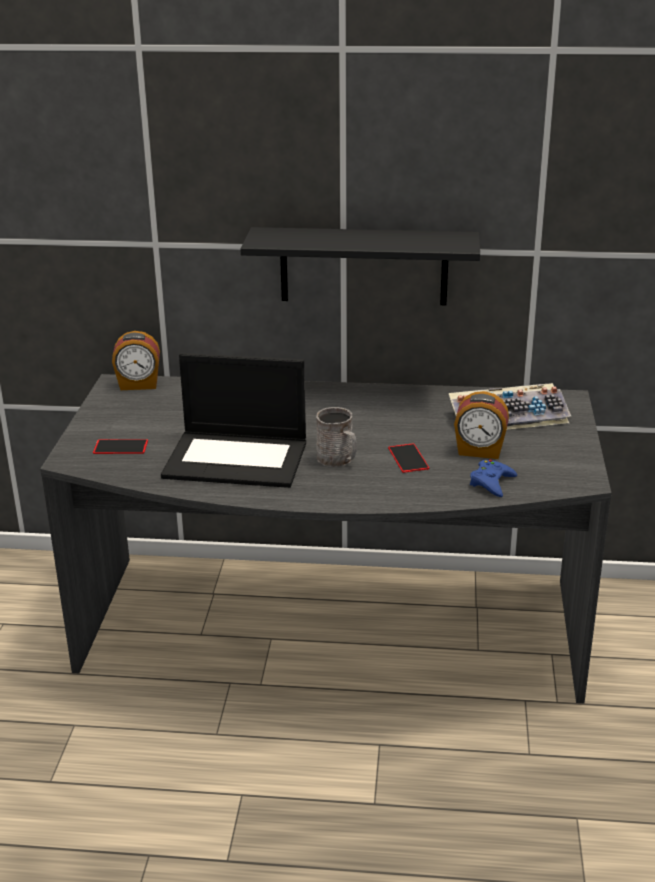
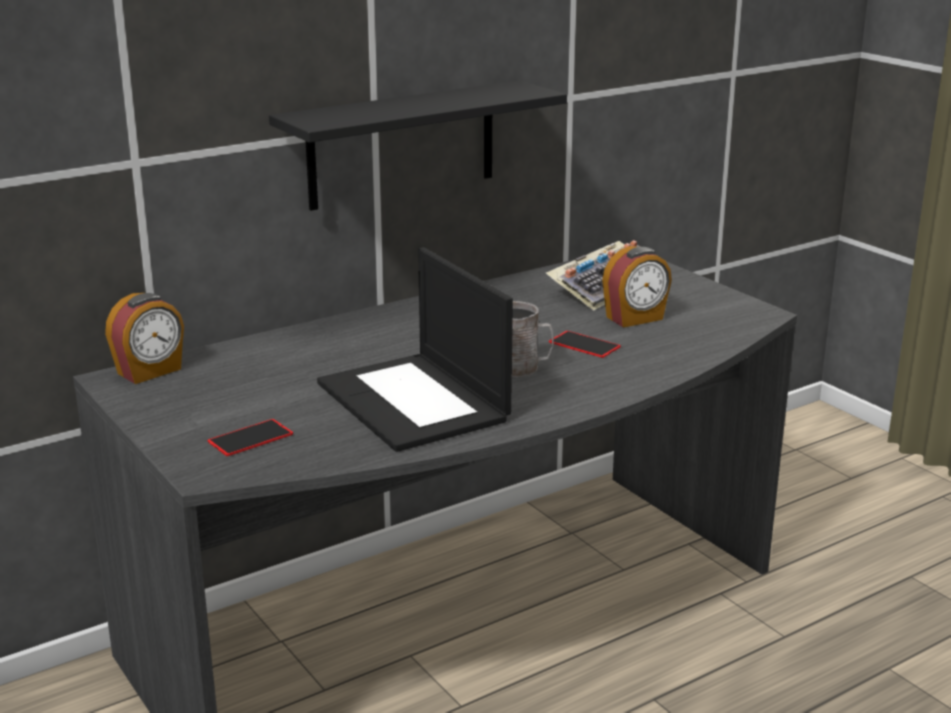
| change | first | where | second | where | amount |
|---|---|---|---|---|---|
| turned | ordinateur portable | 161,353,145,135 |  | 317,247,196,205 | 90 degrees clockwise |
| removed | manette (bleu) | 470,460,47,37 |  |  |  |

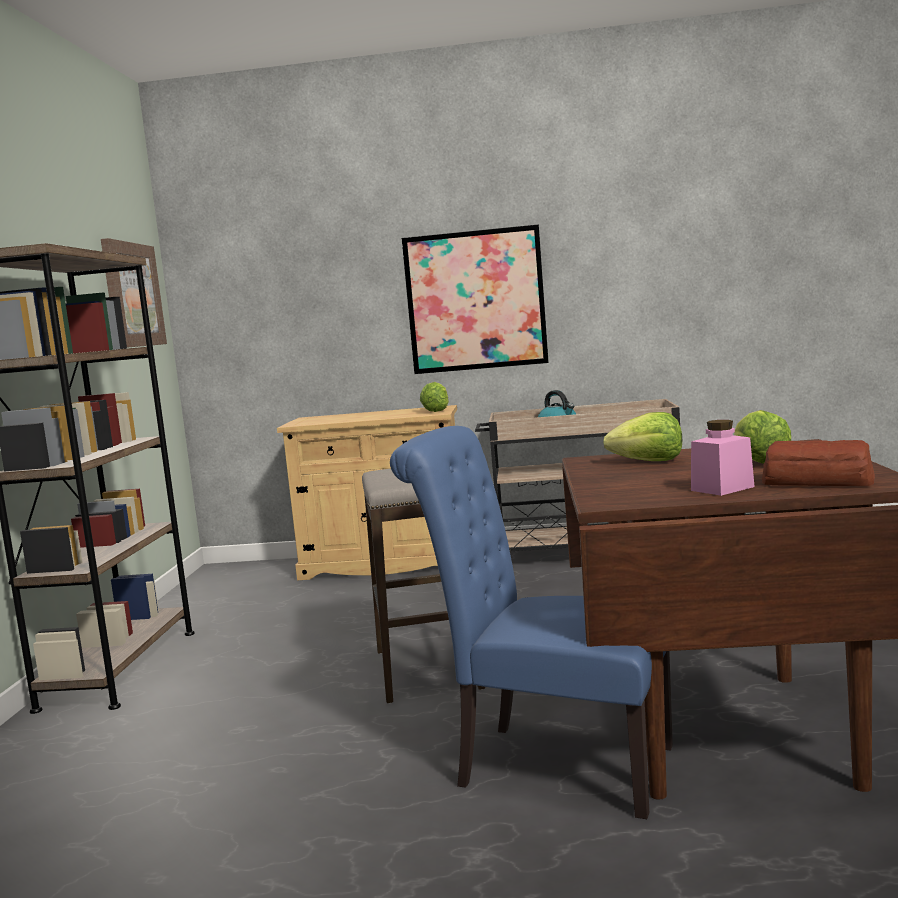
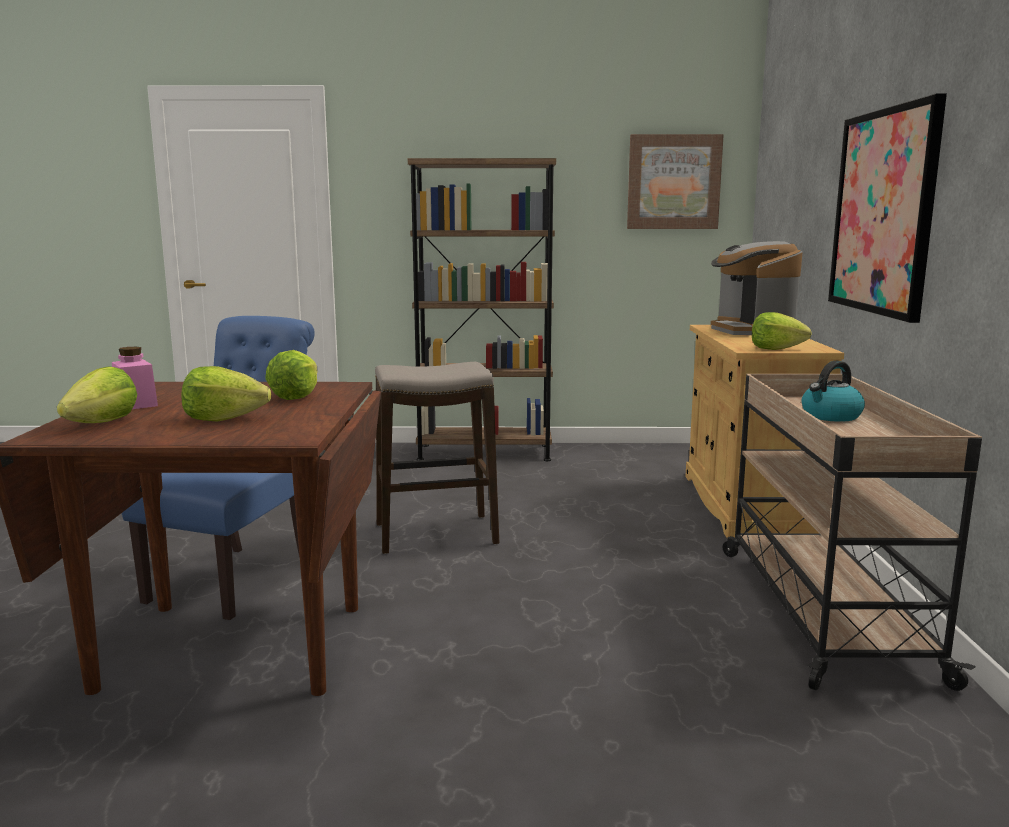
| change | first | where | second | where | amount |
|---|---|---|---|---|---|
| replaced | pain | 762,440,113,46 | laitue | 57,366,80,57 |  |
| added |  |  | machine à café | 711,241,91,94 |  |

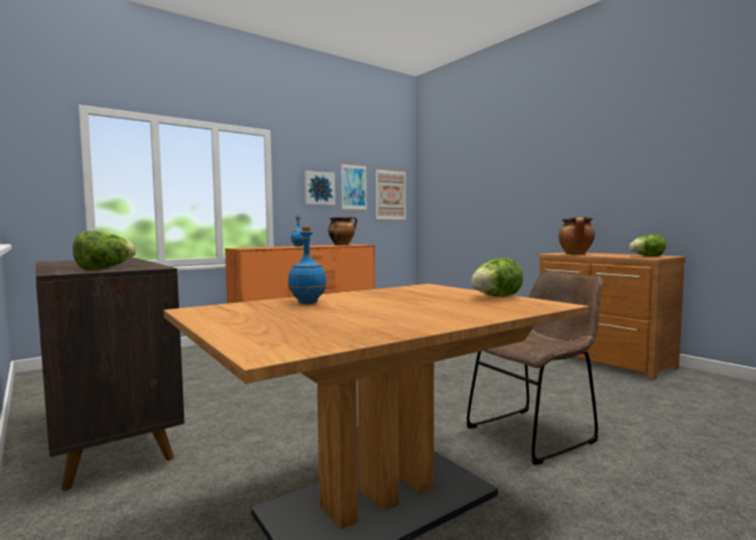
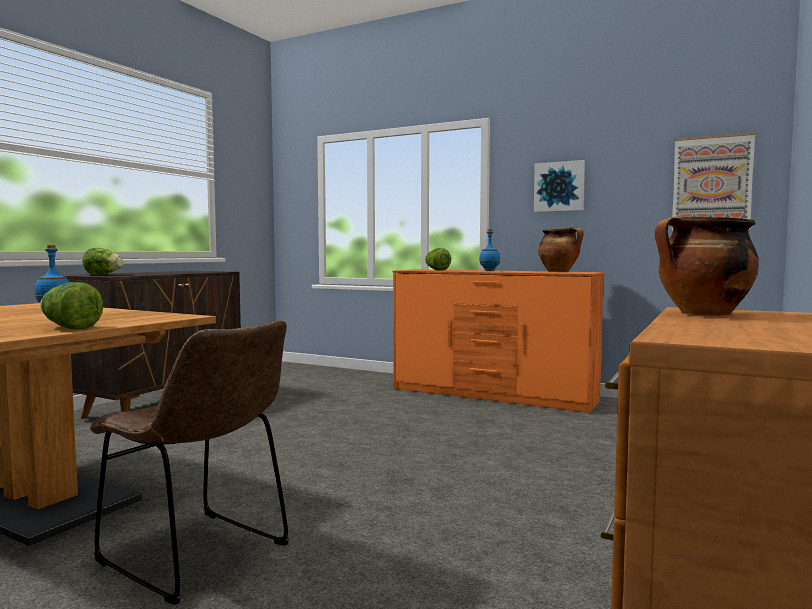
| change | first | where | second | where | amount |
|---|---|---|---|---|---|
| moved | laitue | 629,234,37,22 |  | 425,248,26,23 |  |
| removed | tableau | 341,163,26,47 |  |  |  |

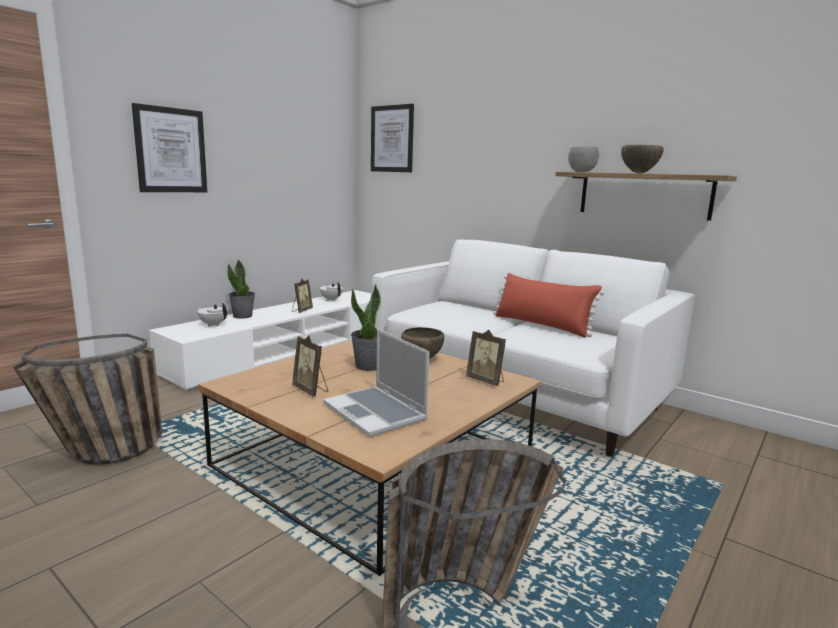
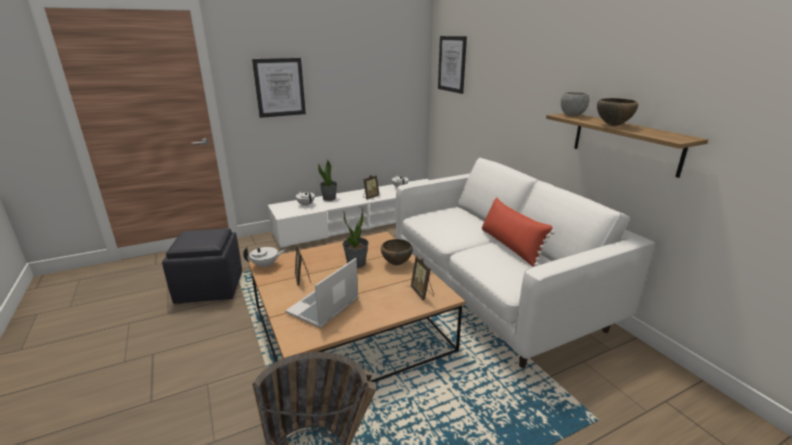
| change | first | where | second | where | amount |
|---|---|---|---|---|---|
| replaced | panier | 12,334,150,131 | pouf (noir) | 162,228,80,76 |  |
| added |  |  | théière (blanc) | 243,247,43,21 |  |
| turned | ordinateur portable | 323,329,107,108 |  | 285,258,74,70 | 45 degrees clockwise |

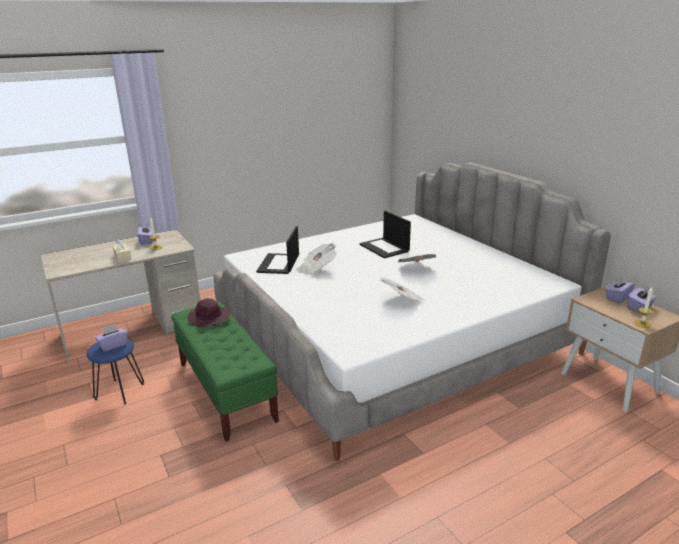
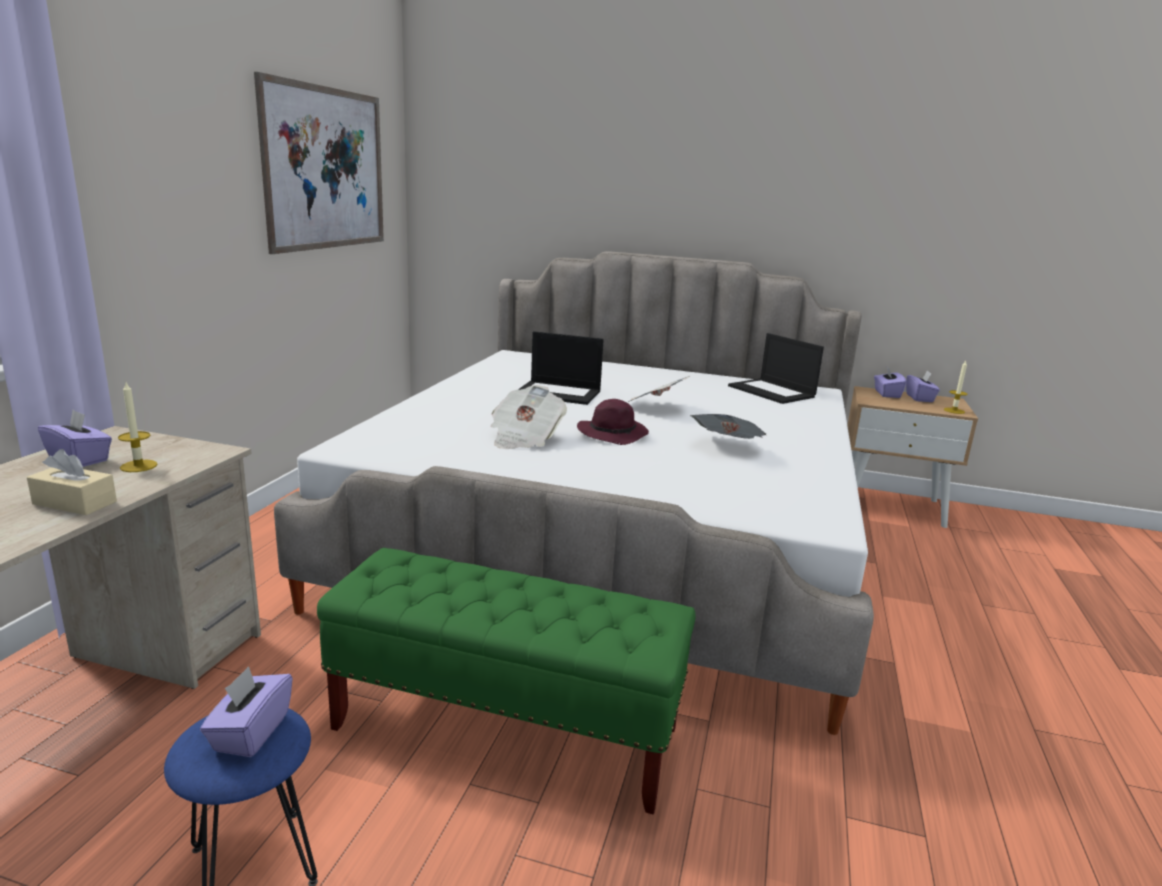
| change | first | where | second | where | amount |
|---|---|---|---|---|---|
| added |  |  | tableau | 254,72,130,182 |  |
| moved | chapeau (violet) | 188,298,42,29 |  | 577,399,72,46 |  |
| moved | ordinateur portable | 256,226,43,48 |  | 728,333,96,71 |  |

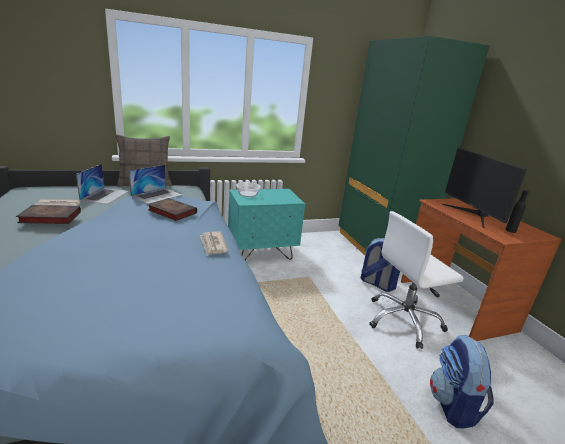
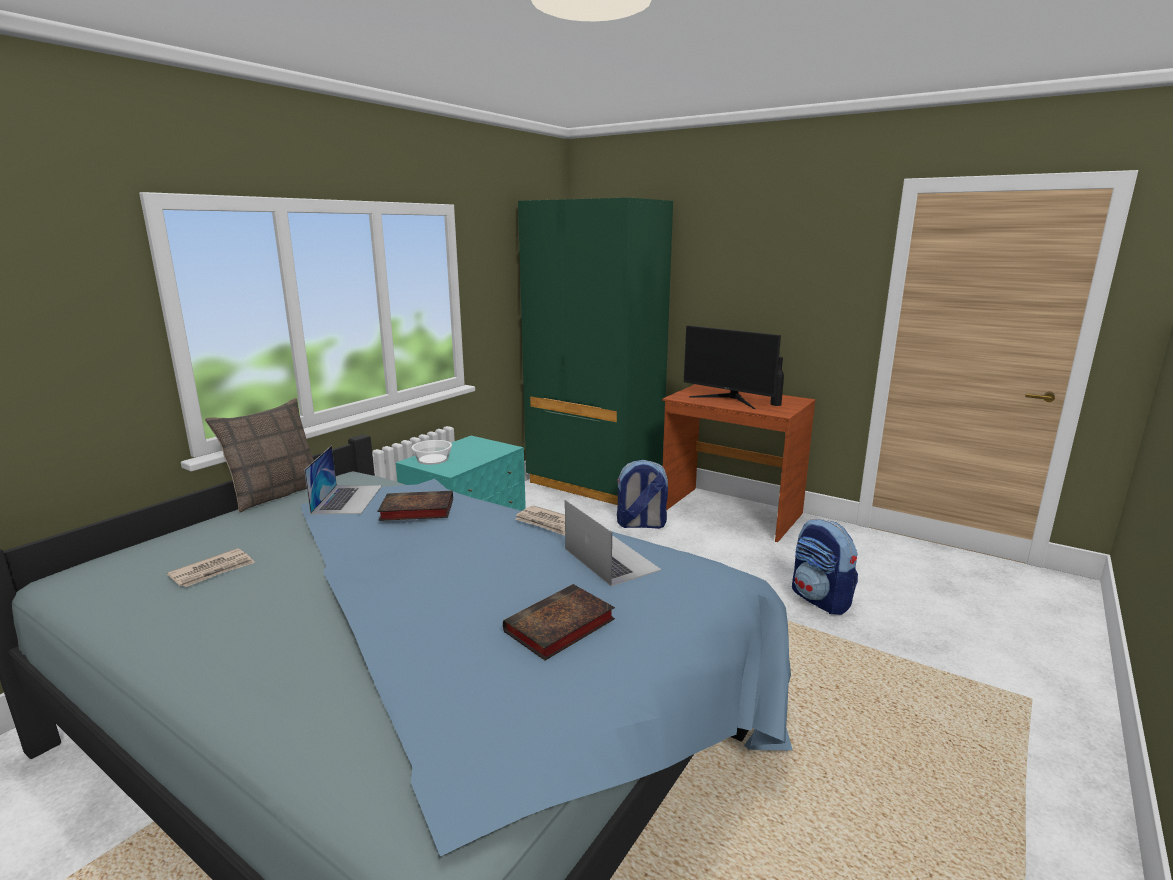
| change | first | where | second | where | amount |
|---|---|---|---|---|---|
| moved | livre | 16,205,65,19 |  | 503,584,112,77 |  |
| moved | ordinateur portable | 76,164,53,40 |  | 565,500,96,86 |  |
| removed | chaise de bureau (blanc) | 369,211,95,138 |  |  |  |

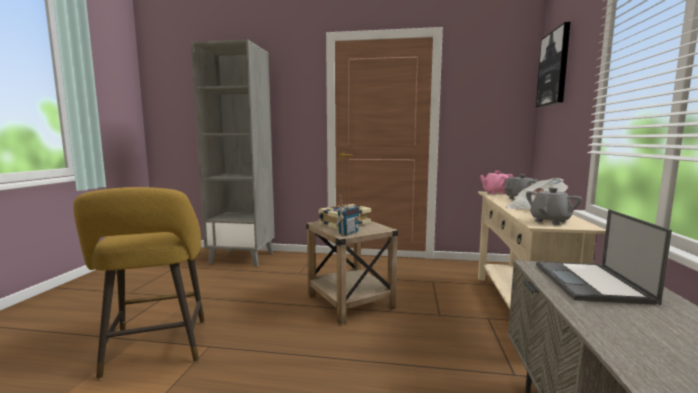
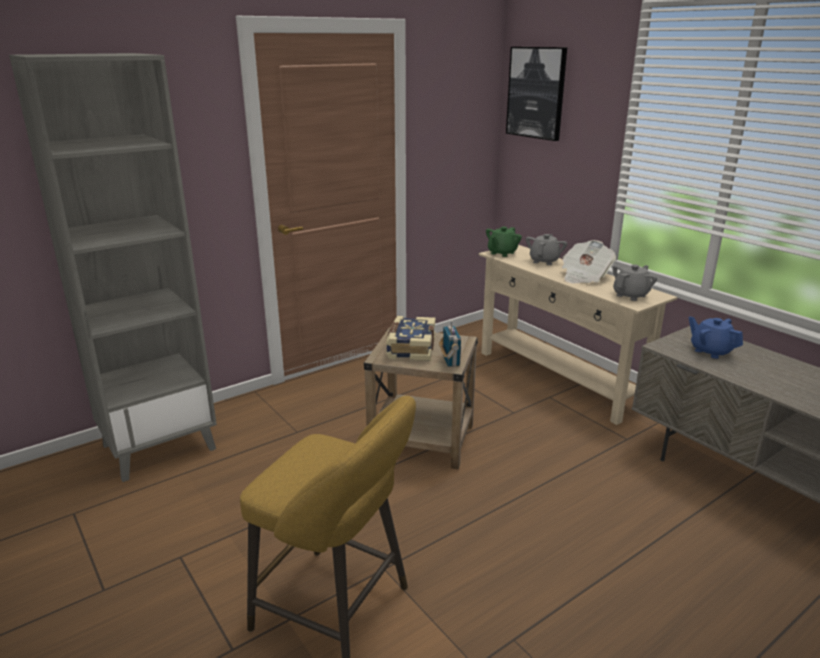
| change | first | where | second | where | amount |
|---|---|---|---|---|---|
| recoloured | théière (rose) | 480,171,33,23 | théière (vert) | 486,227,36,30 |  |
| turned | théière (gris) | 526,188,56,37 |  | 612,264,45,37 | 45 degrees clockwise |
| replaced | ordinateur portable | 536,209,136,96 | théière (bleu) | 689,316,54,43 |  |

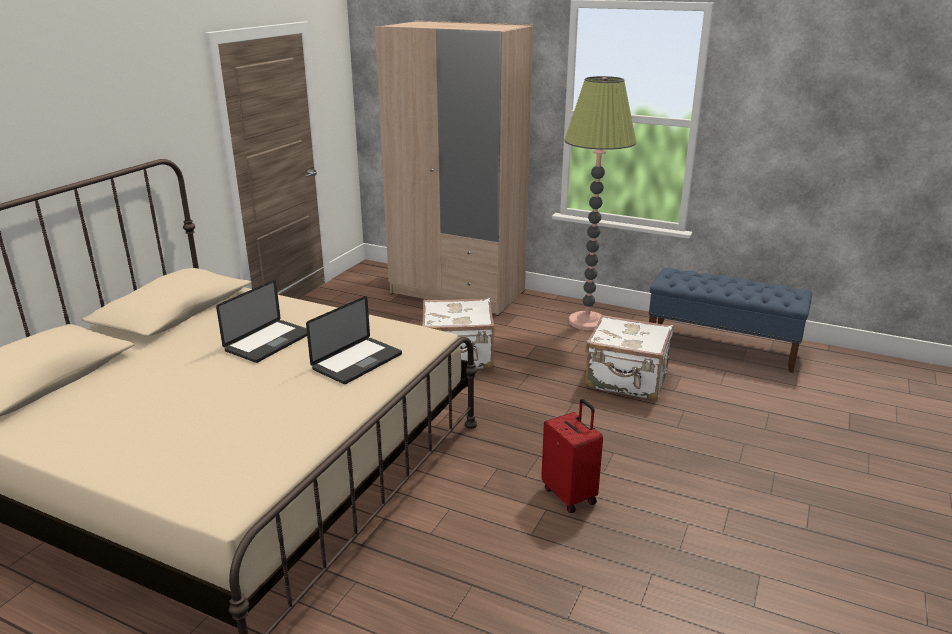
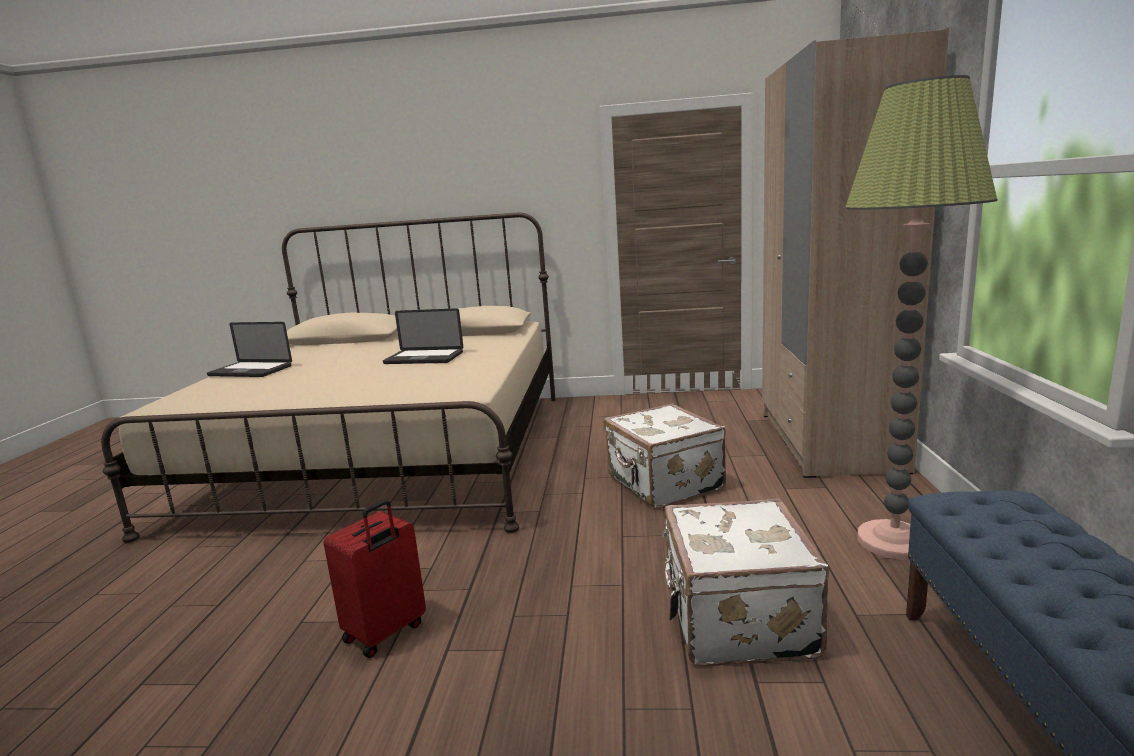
| change | first | where | second | where | amount |
|---|---|---|---|---|---|
| moved | ordinateur portable | 306,296,96,88 |  | 207,322,85,55 |  |

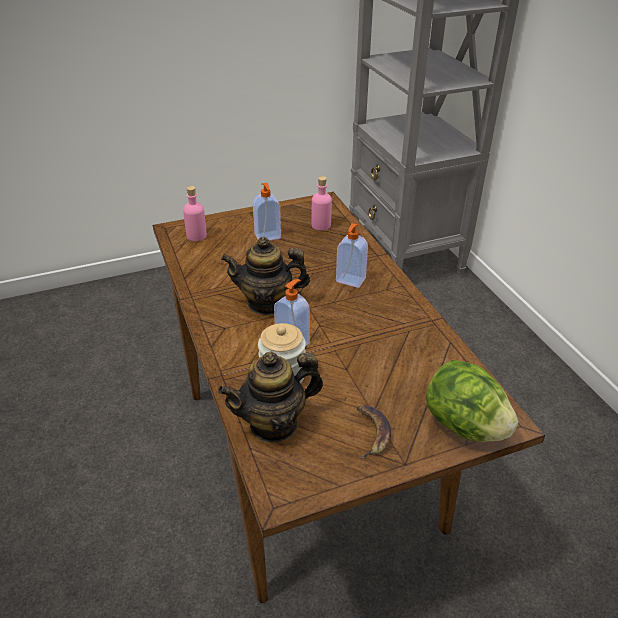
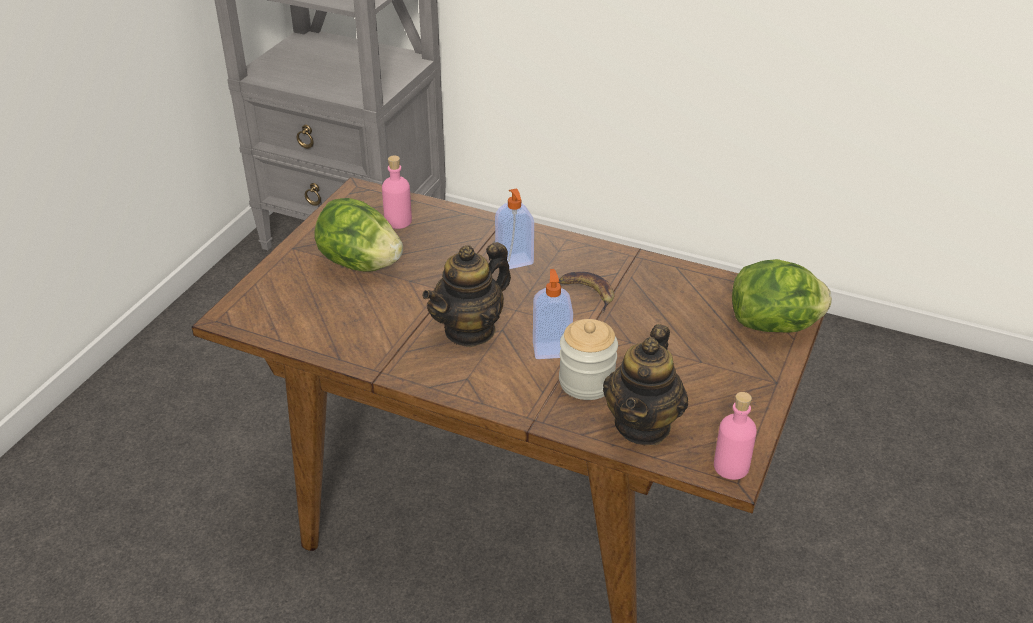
| change | first | where | second | where | amount |
|---|---|---|---|---|---|
| replaced | distributeur de savon | 253,183,28,58 | laitue | 315,198,88,74 |  |
| moved | banane | 357,405,34,54 |  | 559,272,55,41 |  |
| moved | bouteille (rose) | 183,186,24,55 |  | 714,392,43,88 |  |

